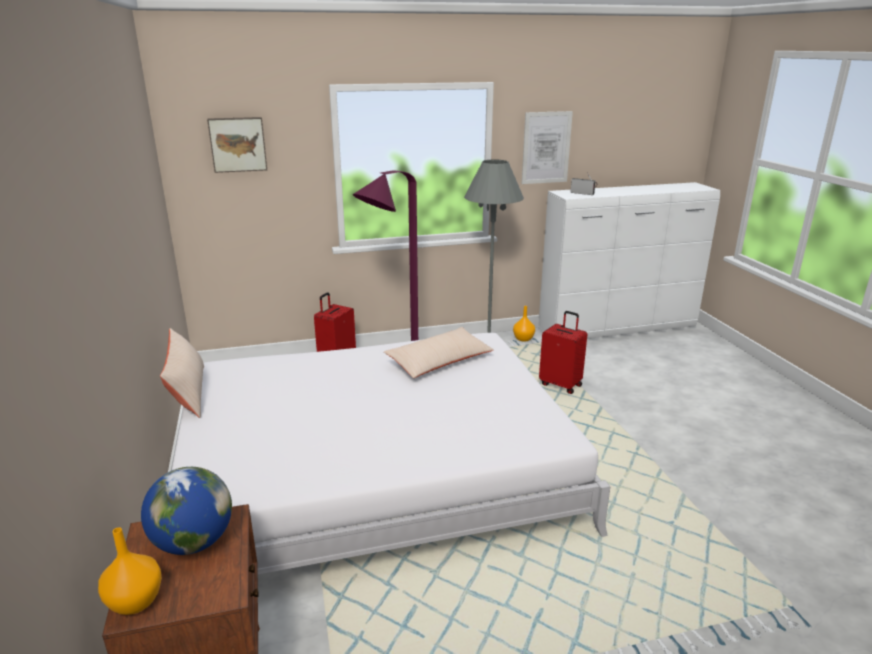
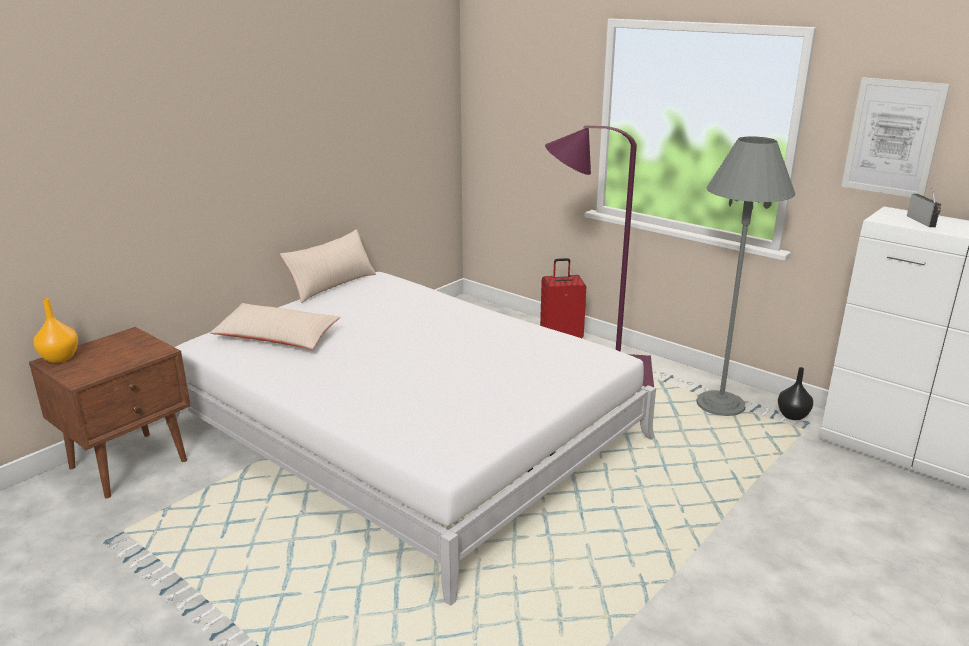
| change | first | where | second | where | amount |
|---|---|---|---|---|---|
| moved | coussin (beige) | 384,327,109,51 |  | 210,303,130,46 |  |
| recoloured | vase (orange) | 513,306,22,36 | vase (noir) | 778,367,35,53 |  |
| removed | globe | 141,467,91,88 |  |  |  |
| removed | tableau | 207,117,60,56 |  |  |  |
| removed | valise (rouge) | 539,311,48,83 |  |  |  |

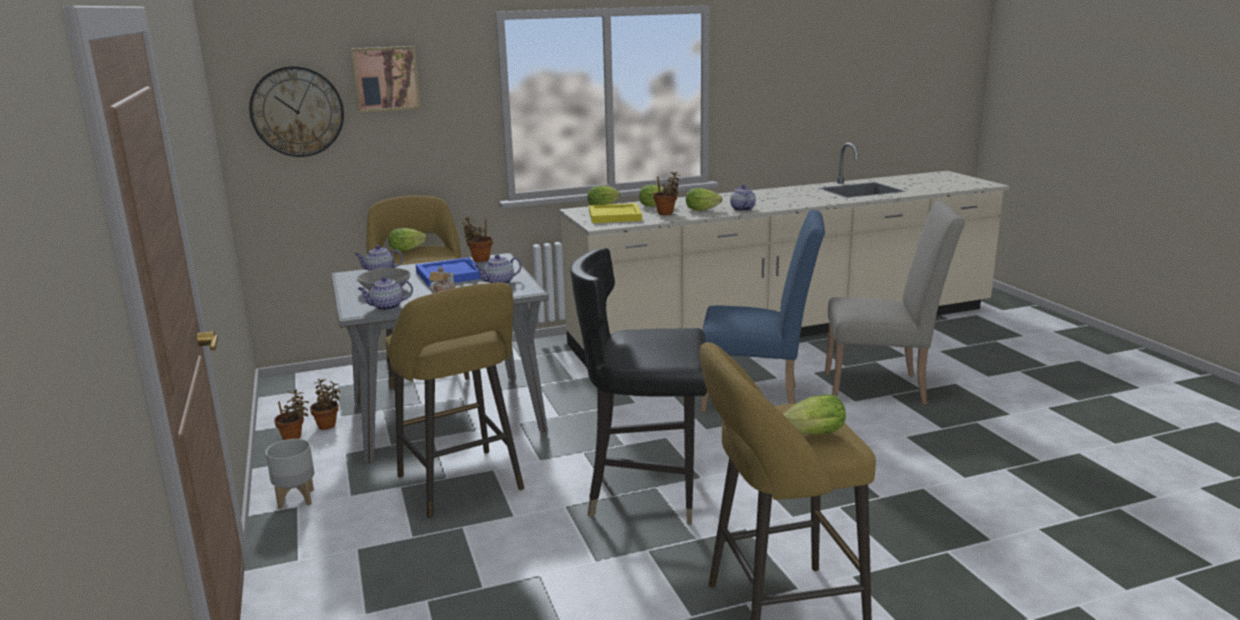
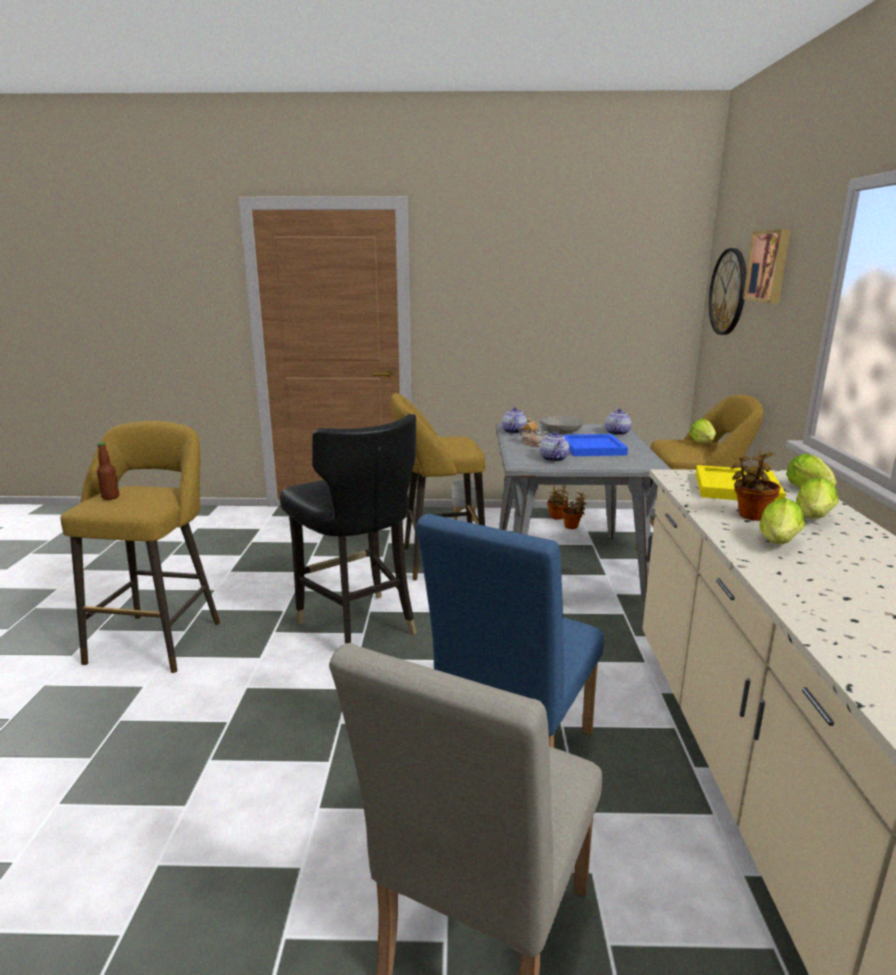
| change | first | where | second | where | amount |
|---|---|---|---|---|---|
| replaced | laitue | 783,395,63,40 | bouteille | 97,442,22,58 |  |
| turned | chaise (noir) | 570,248,137,277 |  | 280,414,136,230 | 120 degrees clockwise |
| removed | plante en pot | 461,216,32,46 |  |  |  |
| removed | théière | 730,185,26,26 |  |  |  |

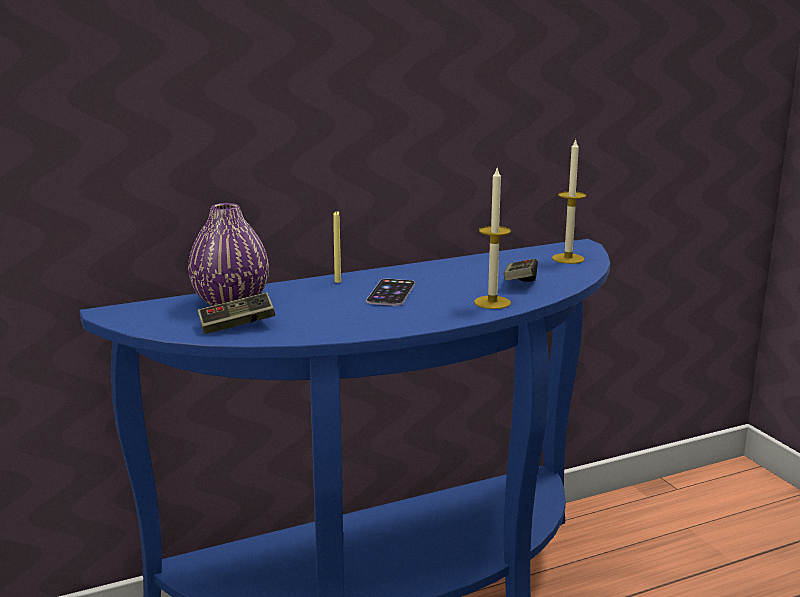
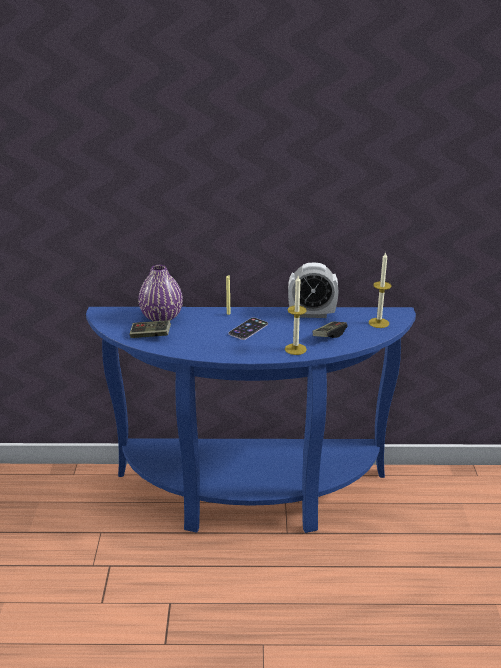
| change | first | where | second | where | amount |
|---|---|---|---|---|---|
| added |  |  | réveil | 288,263,51,55 |  |

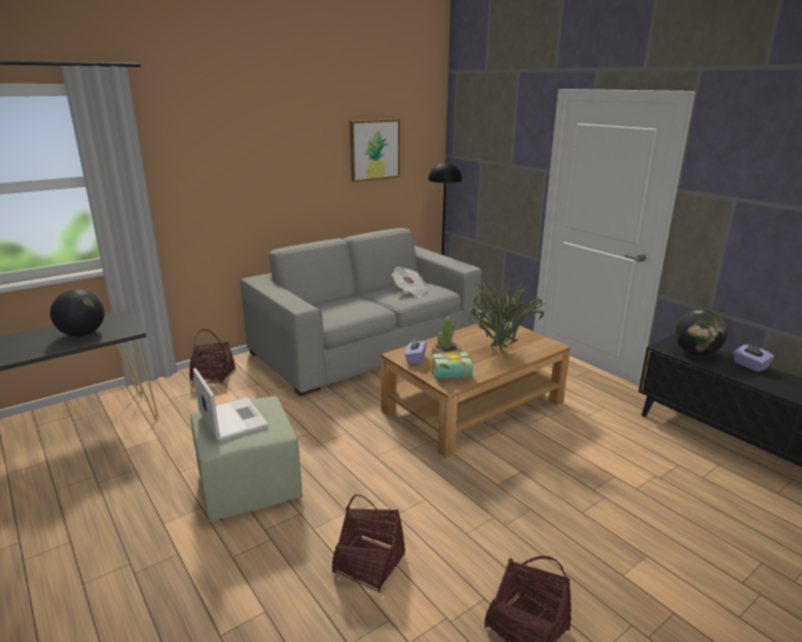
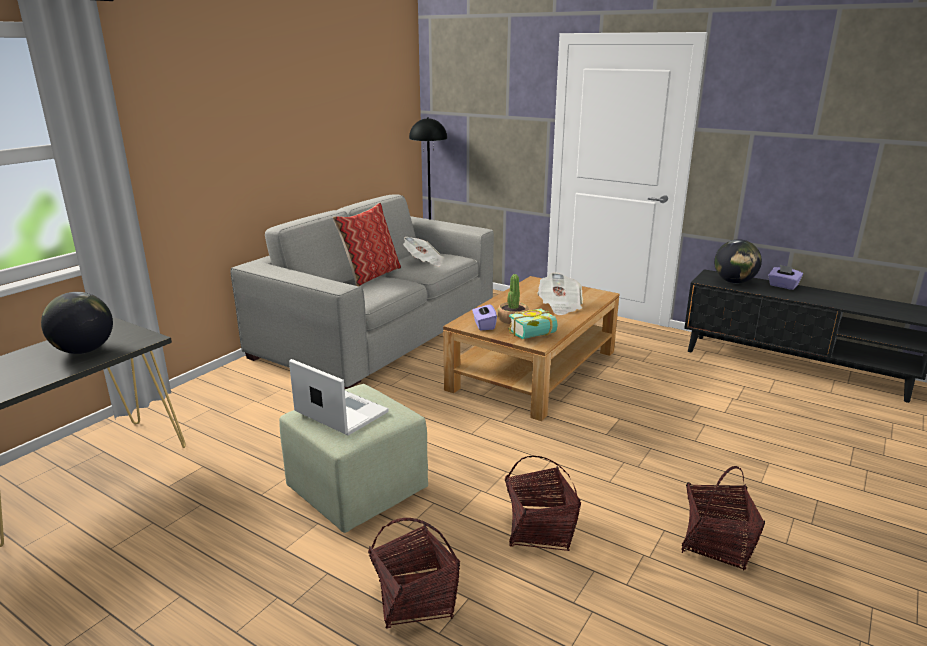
| change | first | where | second | where | amount |
|---|---|---|---|---|---|
| added |  |  | coussin | 333,203,68,83 |  |
| moved | panier | 189,329,46,55 |  | 368,518,92,111 |  |
| replaced | plante en pot | 469,279,78,70 | journal | 538,273,45,42 |  |
| removed | tableau | 350,119,50,63 |  |  |  |

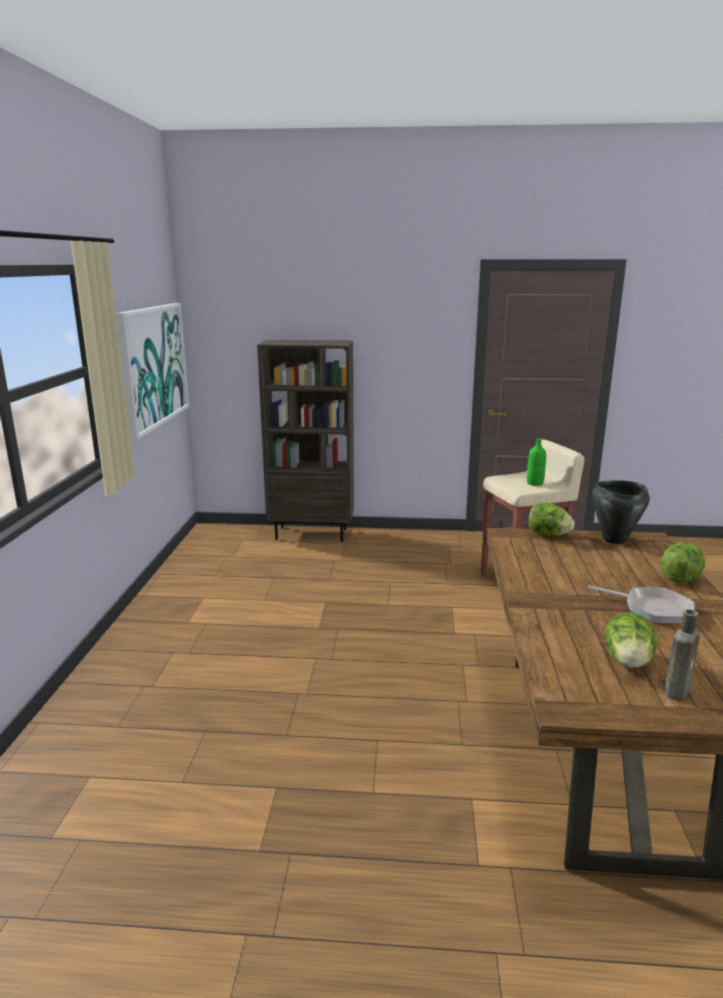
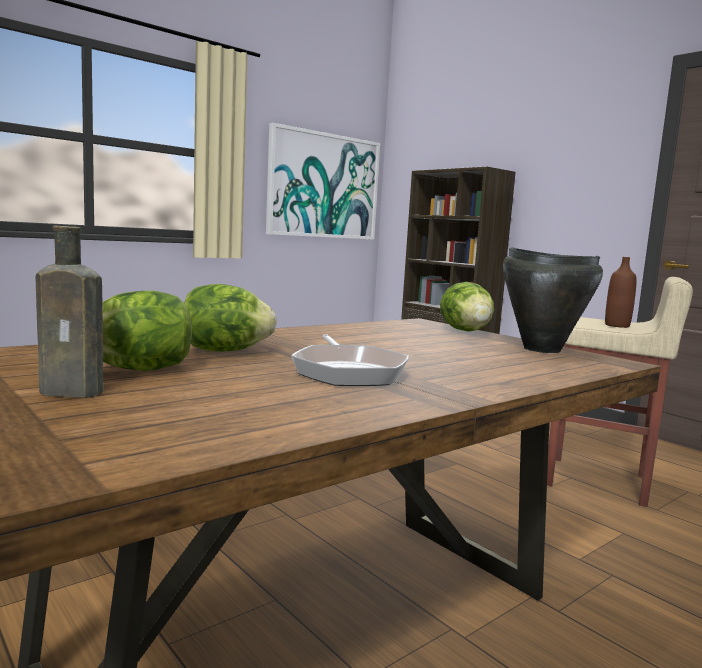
| change | first | where | second | where | amount |
|---|---|---|---|---|---|
| moved | laitue | 660,543,45,40 |  | 184,284,93,68 |  |
| recoloured | bouteille (vert) | 527,439,19,47 | bouteille (marron) | 605,257,32,71 |  |

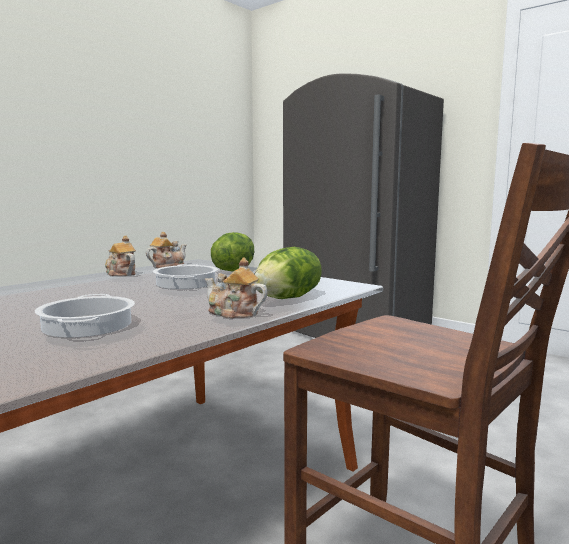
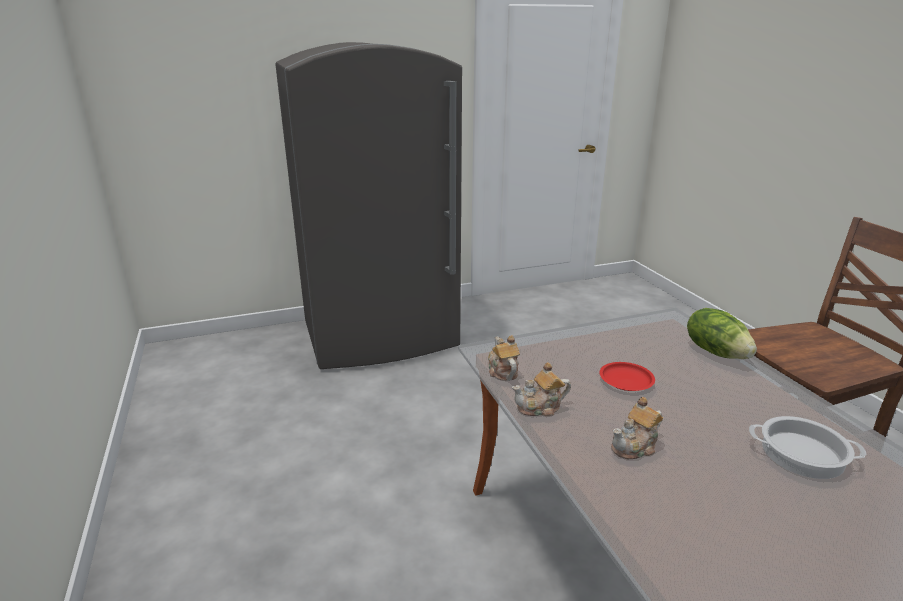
| change | first | where | second | where | amount |
|---|---|---|---|---|---|
| replaced | marmite | 153,264,65,25 | assiette (rouge) | 600,362,55,29 |  |
| moved | théière | 205,257,63,62 |  | 611,397,52,62 |  |
| removed | laitue | 211,232,43,39 |  |  |  |

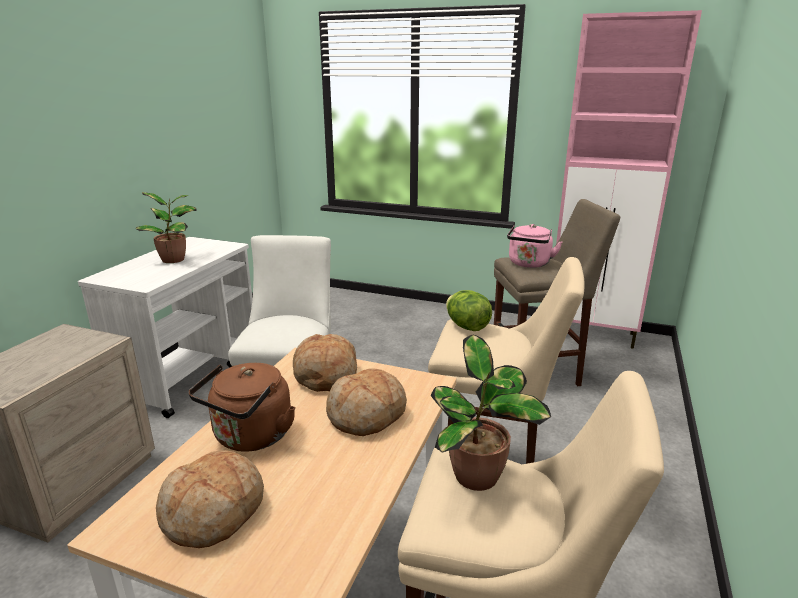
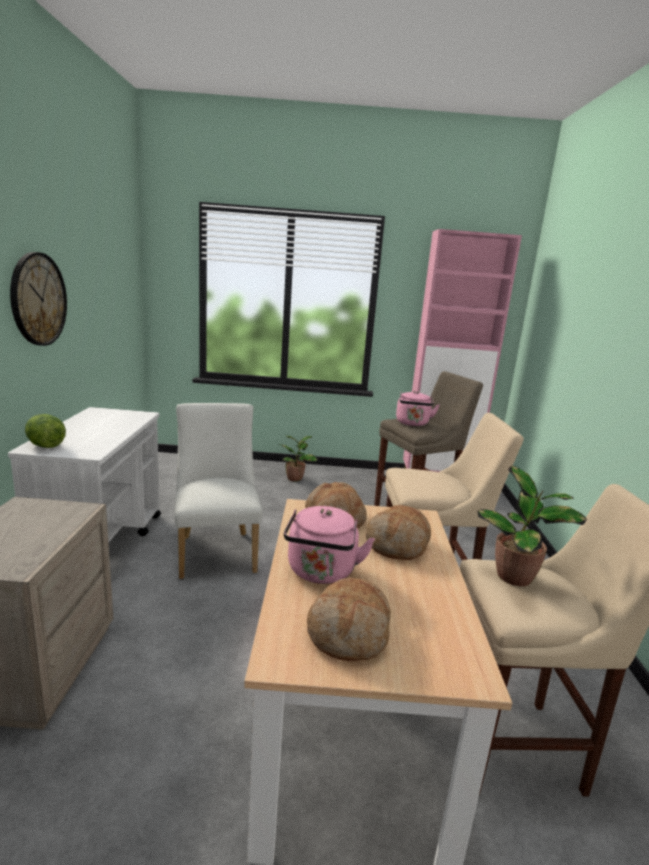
| change | first | where | second | where | amount |
|---|---|---|---|---|---|
| added |  |  | horloge murale | 10,252,57,94 |  |
| moved | laitue | 446,290,46,41 |  | 25,414,41,34 |  |
| moved | plante en pot | 135,192,62,71 |  | 278,436,40,45 |  |
| recoloured | bouilloire (marron) | 188,363,108,89 | bouilloire (rose) | 284,506,91,78 |  |

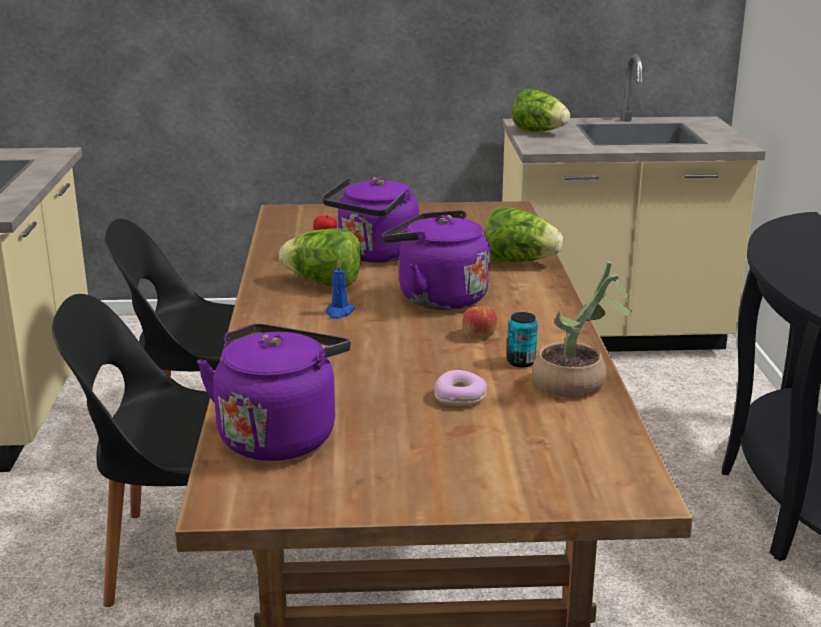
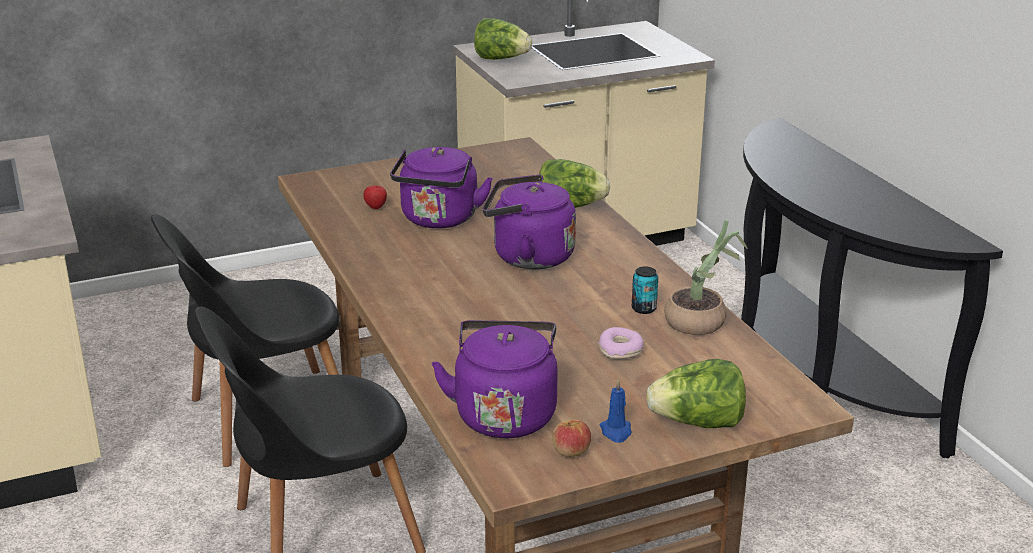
| change | first | where | second | where | amount |
|---|---|---|---|---|---|
| moved | pomme | 462,306,35,32 |  | 552,420,39,37 |  |
| moved | bougie (bleu) | 326,260,29,59 |  | 600,379,32,64 |  |
| moved | laitue | 279,228,82,59 |  | 647,359,99,69 |  |

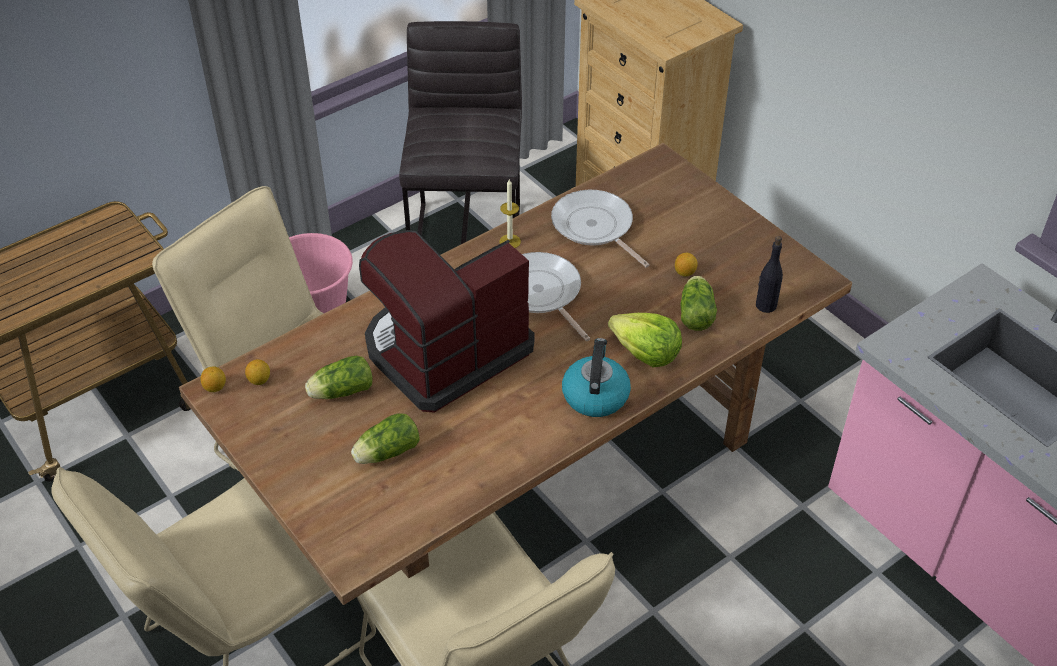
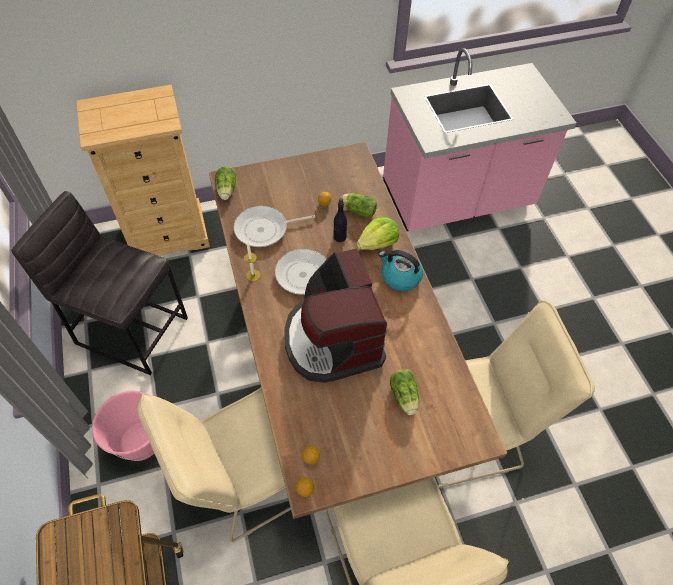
| change | first | where | second | where | amount |
|---|---|---|---|---|---|
| moved | laitue | 305,356,68,43 |  | 215,166,21,34 |  |
| moved | bouteille (noir) | 756,236,27,77 |  | 333,198,14,44 |  |

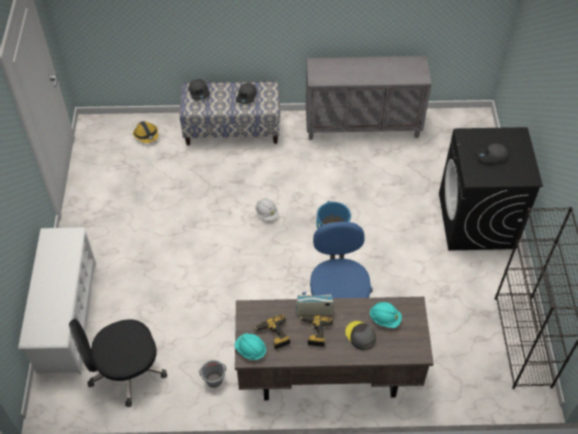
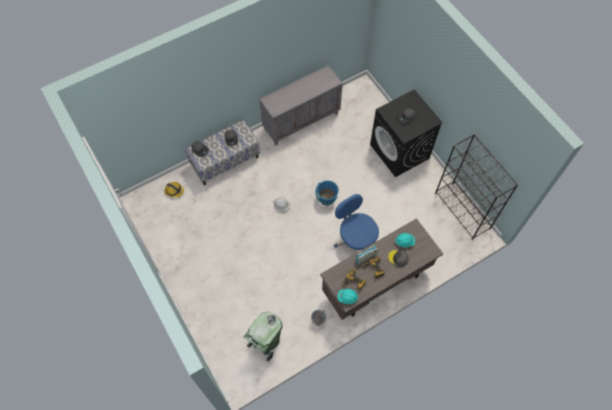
| change | first | where | second | where | amount |
|---|---|---|---|---|---|
| replaced | chaise de bureau (noir) | 69,319,98,88 | poubelle (vert) | 243,312,40,50 |  |
| removed | étagère à chaussures (blanc) | 18,227,78,147 |  |  |  |

